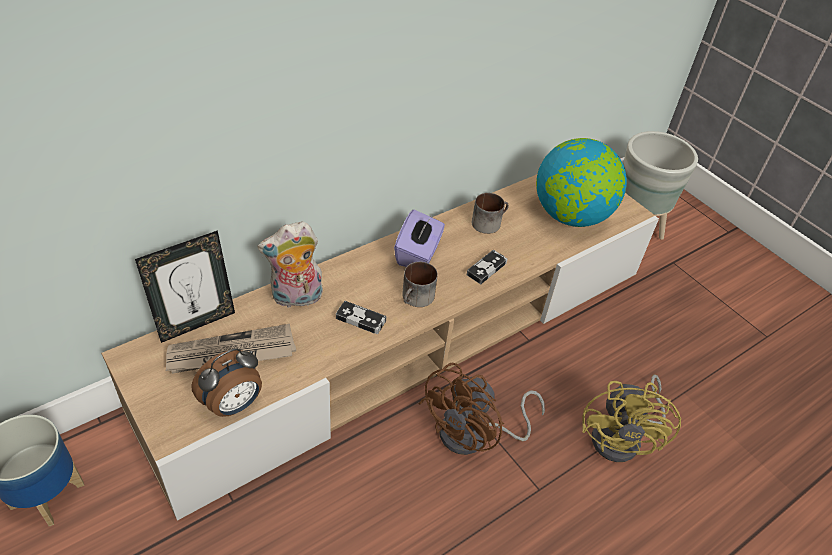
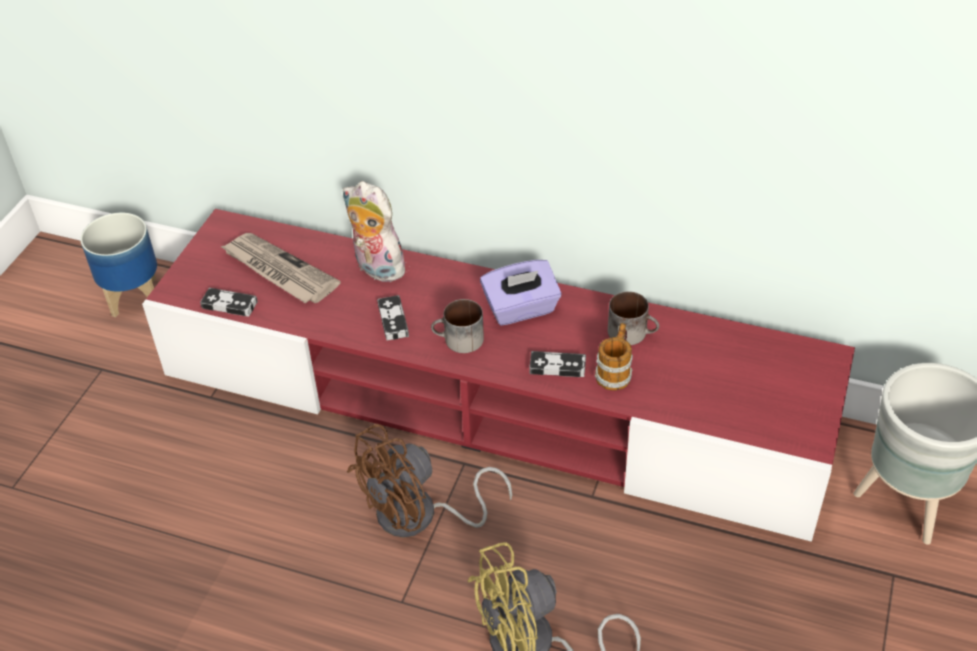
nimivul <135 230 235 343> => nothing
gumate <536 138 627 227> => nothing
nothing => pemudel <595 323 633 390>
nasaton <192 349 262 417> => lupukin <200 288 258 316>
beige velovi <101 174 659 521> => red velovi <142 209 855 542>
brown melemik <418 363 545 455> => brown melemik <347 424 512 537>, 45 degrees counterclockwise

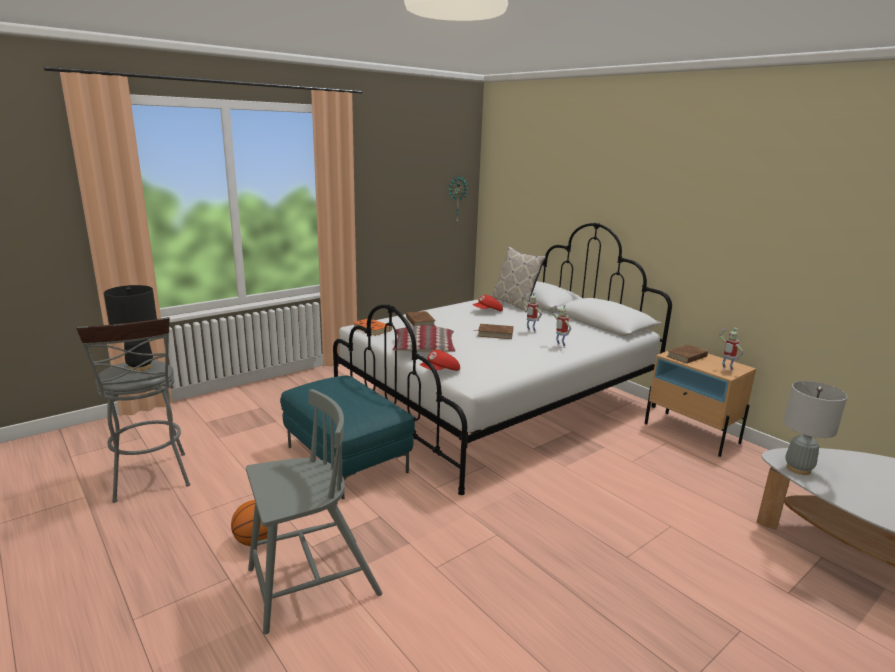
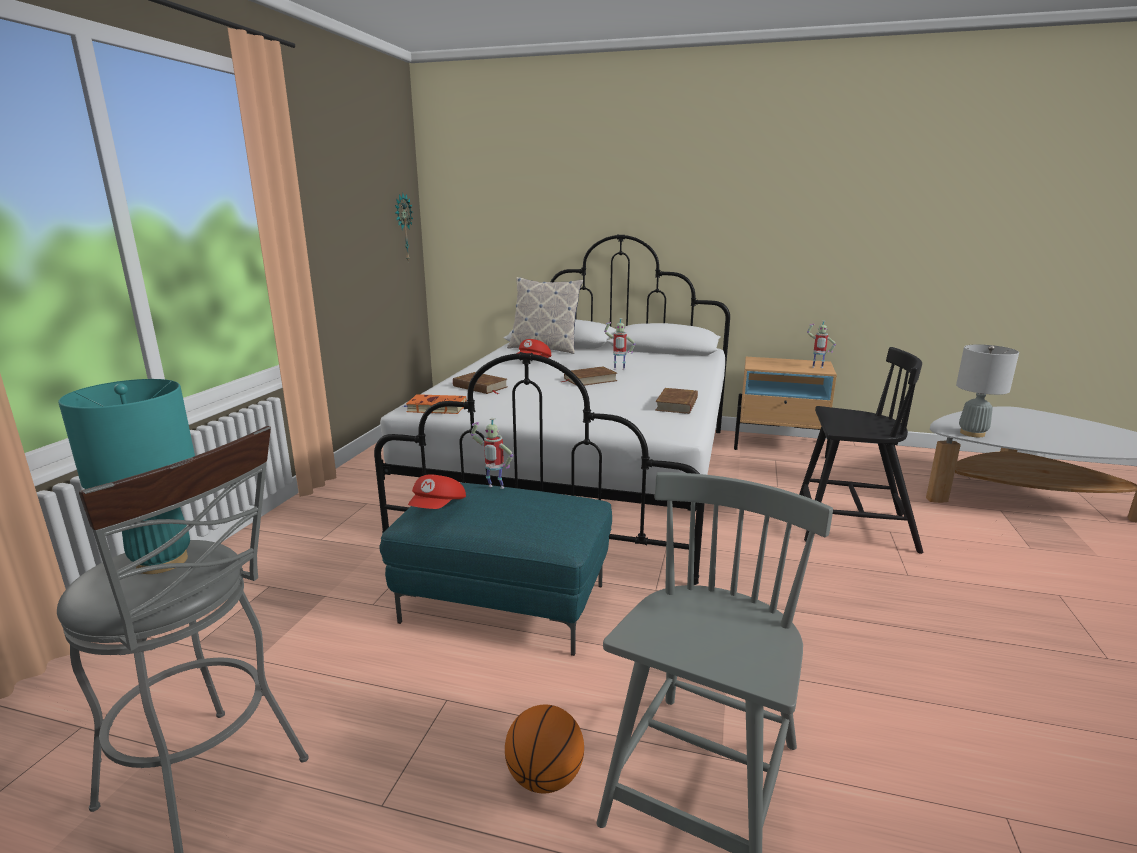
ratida <393 325 456 352> => nothing
nothing => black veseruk <799 347 923 554>
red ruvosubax <420 350 460 371> => red ruvosubax <408 474 466 509>, moved
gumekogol <552 304 571 348> => gumekogol <471 418 513 489>, moved
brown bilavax <666 344 708 364> => brown bilavax <655 388 698 414>, moved
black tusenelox <104 285 157 371> => turquoise tusenelox <58 379 195 574>

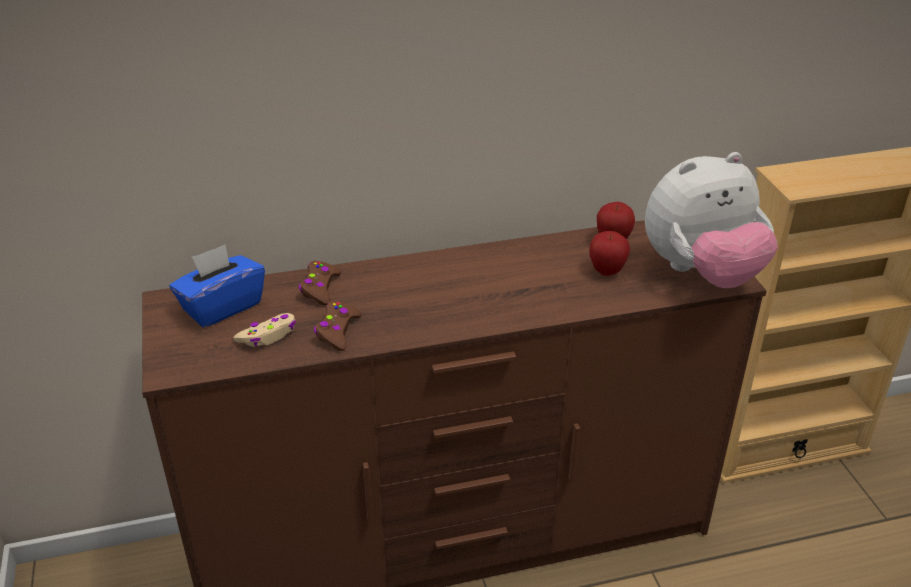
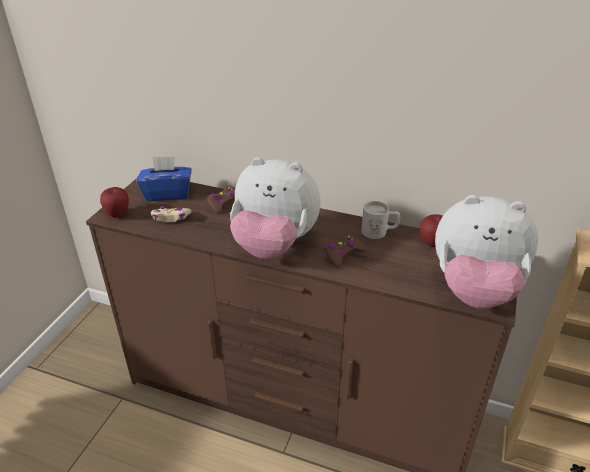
nothing => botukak <230 157 321 259>
nothing => white pemudel <361 201 400 239>
brown lupukin <314 301 362 351> => brown lupukin <325 234 366 268>, moved
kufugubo <589 231 630 276> => kufugubo <100 187 129 218>, moved

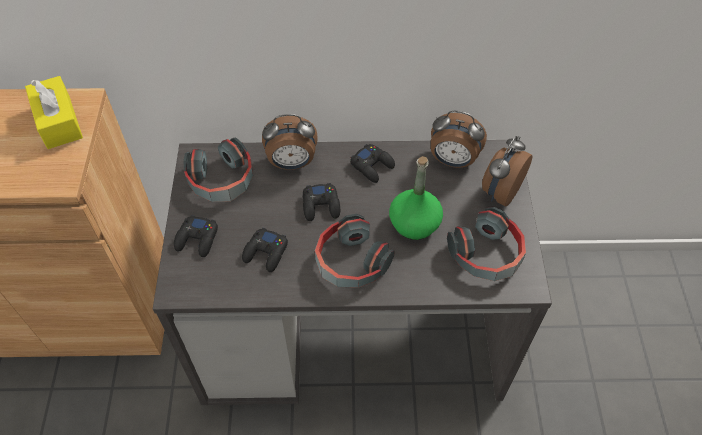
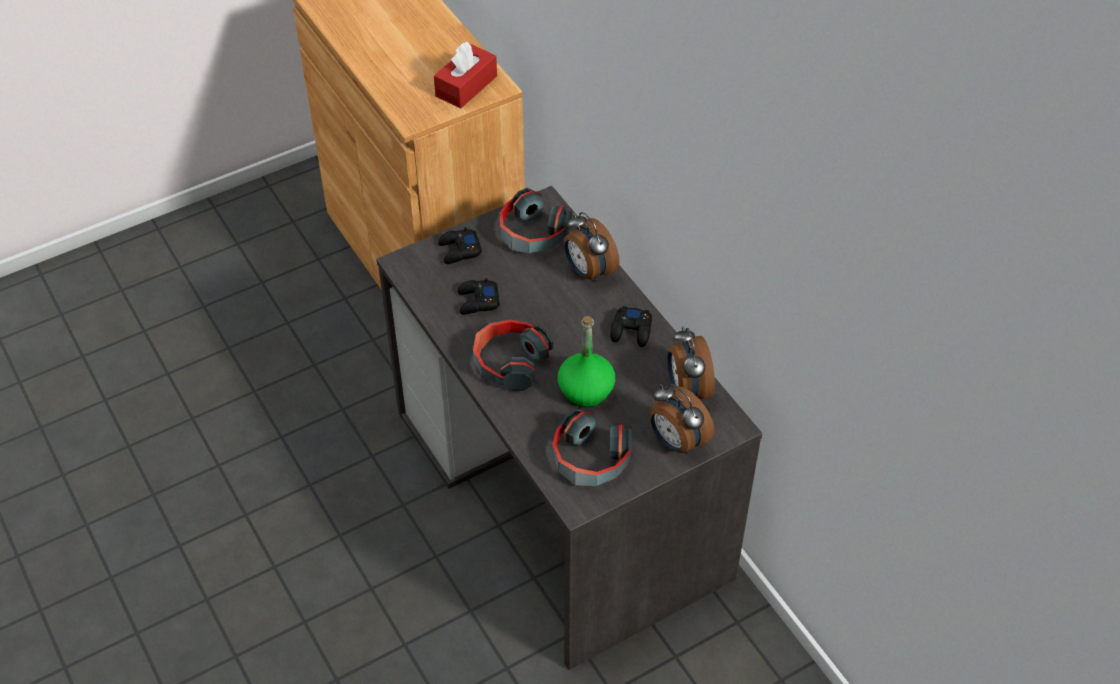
black lupukin <303 183 340 221> => nothing
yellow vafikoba <25 76 83 149> => red vafikoba <434 42 497 108>
nasaton <482 136 533 207> => nasaton <650 384 714 454>, 135 degrees counterclockwise

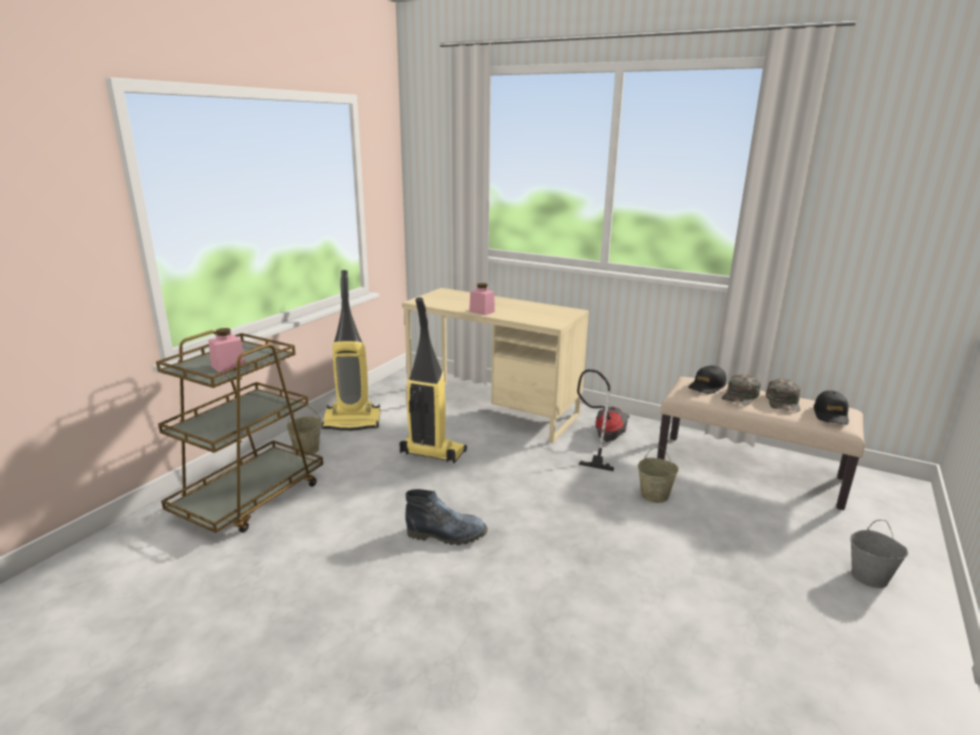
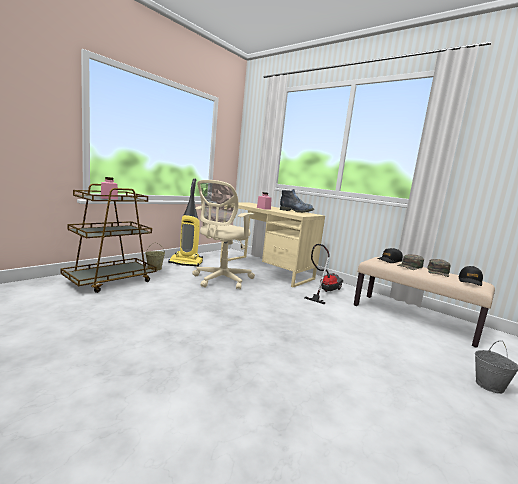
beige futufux <638 447 679 503> => nothing
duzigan <405 489 488 545> => duzigan <280 189 314 213>, moved
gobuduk <399 297 467 464> => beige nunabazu <192 180 255 289>

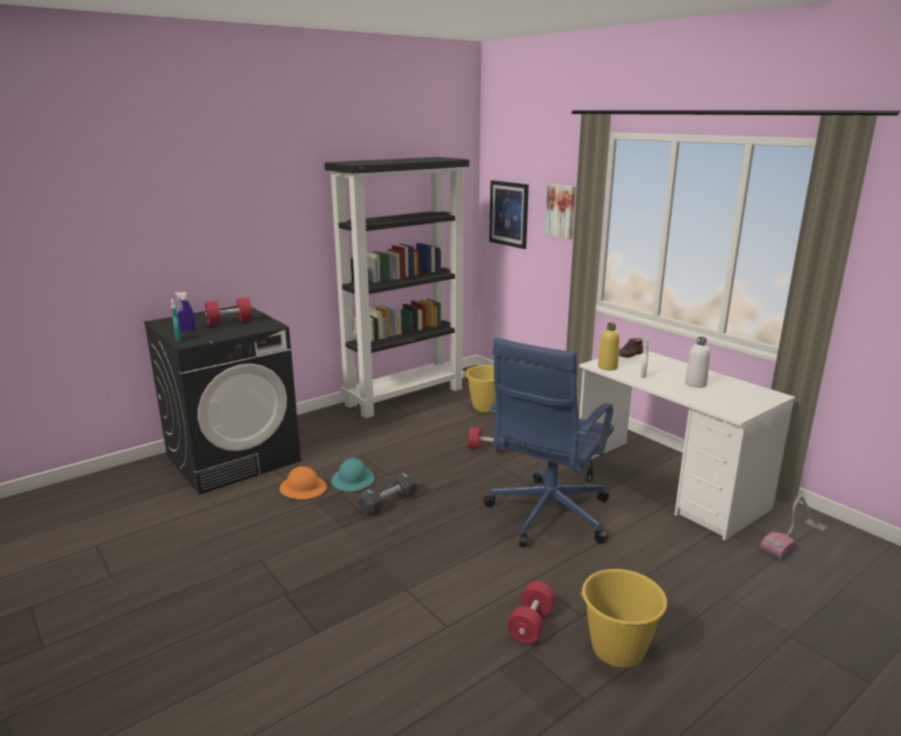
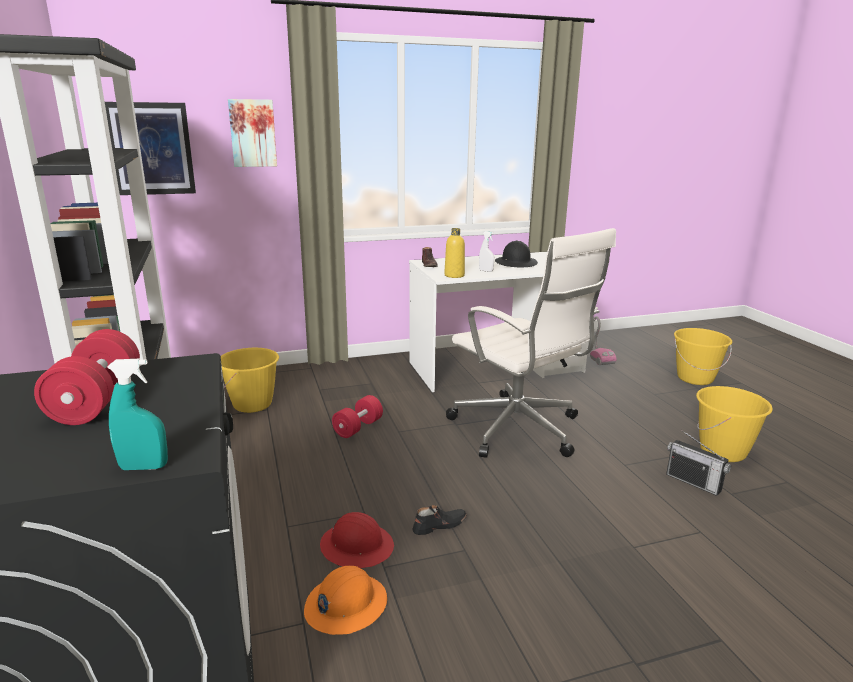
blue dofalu <174 292 195 331> => nothing
nothing => yellow futufux <674 328 732 385>
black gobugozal <358 471 417 516> => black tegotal <413 505 467 535>
red gobugozal <507 581 556 644> => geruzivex <666 430 731 496>
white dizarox <685 337 710 388> => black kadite <495 241 538 267>
turquoise kadite <331 458 375 491> => red kadite <320 512 394 568>
blue nunabazu <484 338 614 547> => white nunabazu <446 228 616 458>

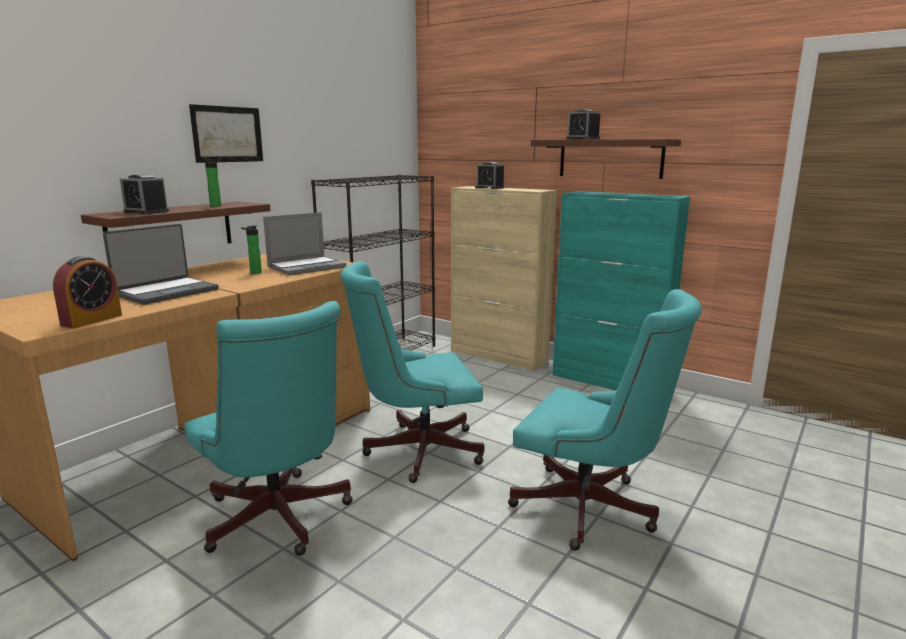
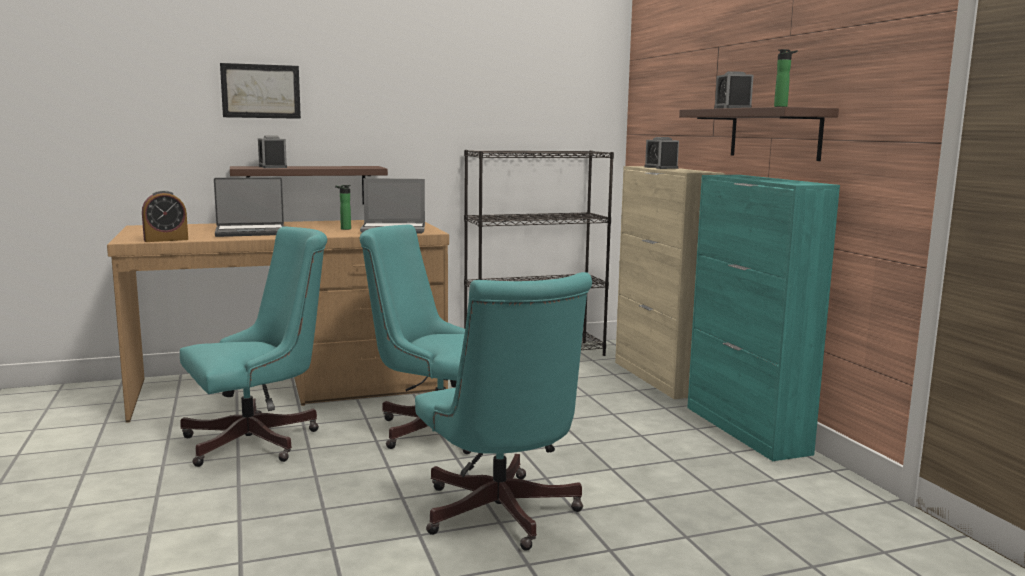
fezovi <189 104 263 163> => fezovi <220 63 301 119>, moved
dizarox <204 159 221 207> => dizarox <774 49 798 107>, moved
turquoise nunabazu <184 301 353 556> => turquoise nunabazu <180 226 327 467>, 120 degrees counterclockwise

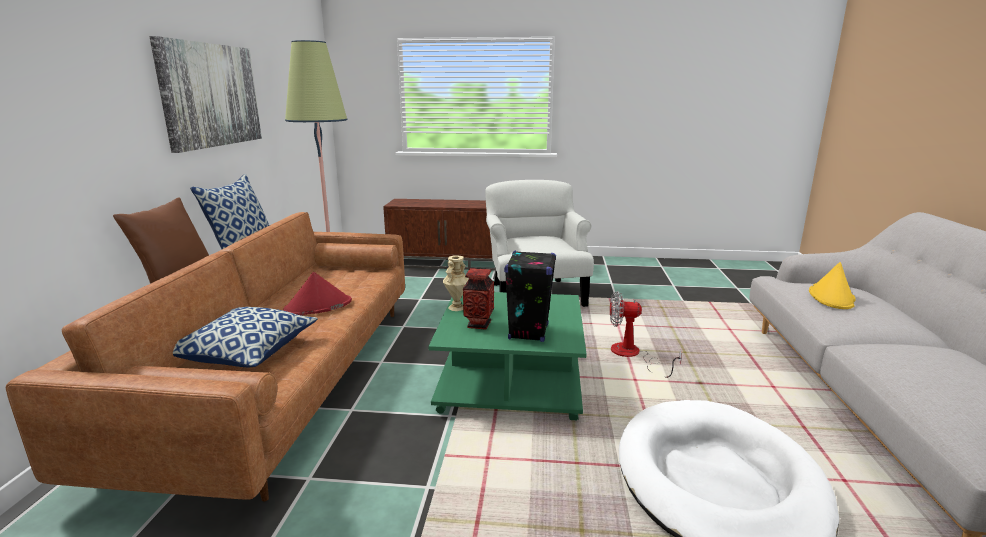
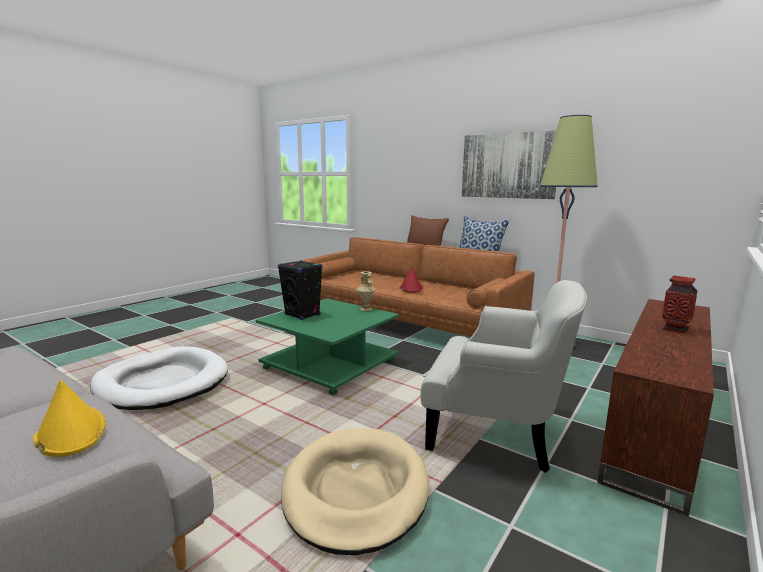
ratida <173 307 318 367> => nothing
melemik <610 291 682 378> => nothing
nothing => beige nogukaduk <281 428 429 555>
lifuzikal <463 268 494 330> => lifuzikal <662 276 698 333>, moved

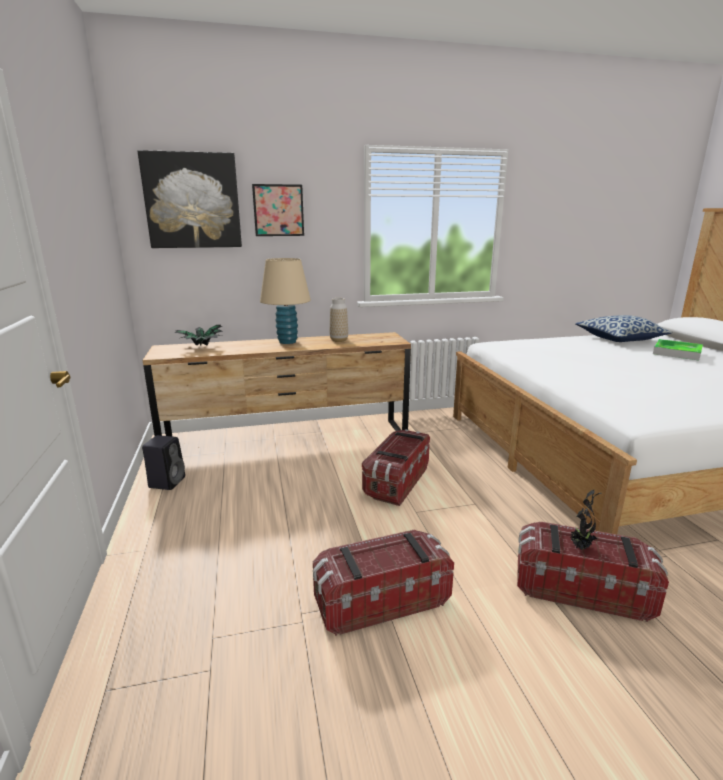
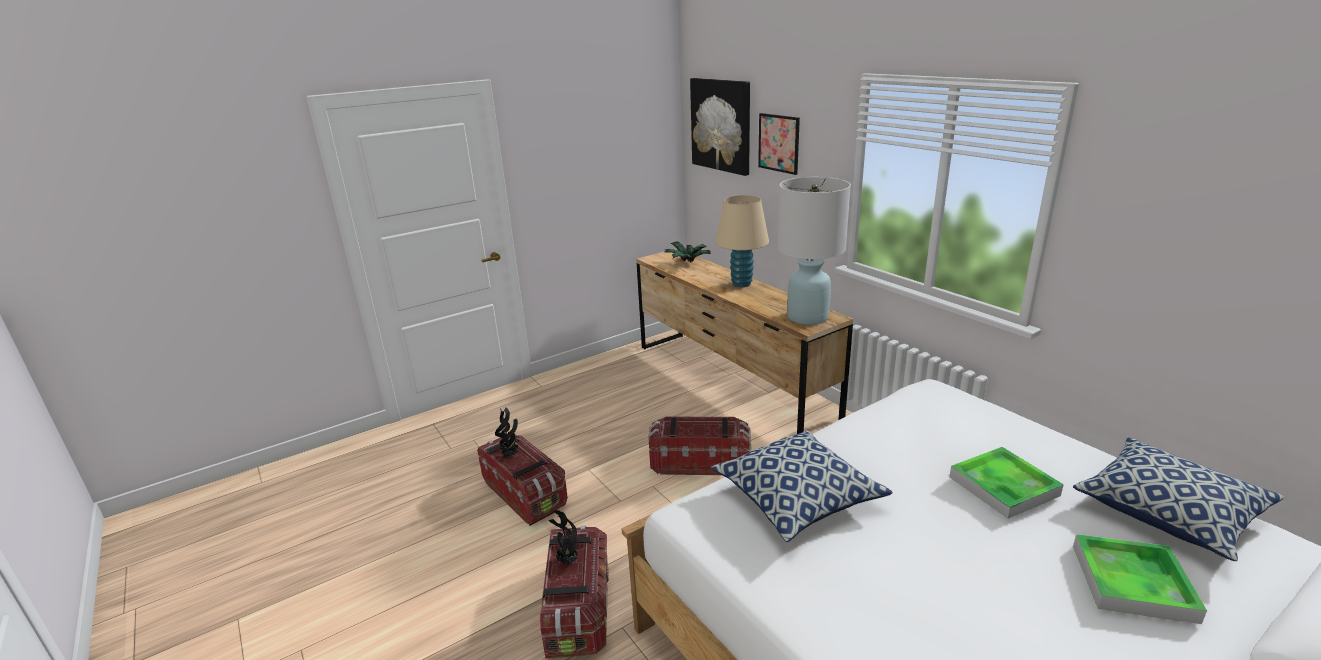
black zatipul <142 435 185 490> => nothing
lifuzikal <330 298 348 342> => nothing
nothing => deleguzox <495 407 518 457>
nothing => ratida <711 430 893 542>
nothing => white tusenelox <777 177 851 325>
nothing => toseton <949 447 1064 519>

